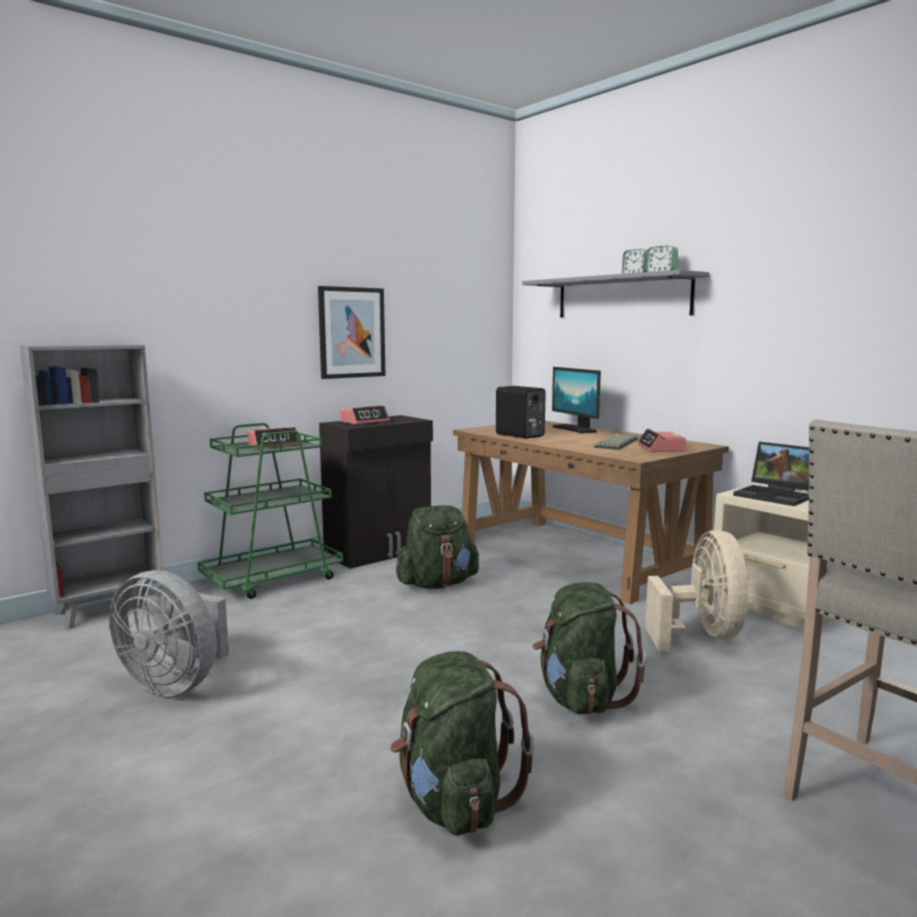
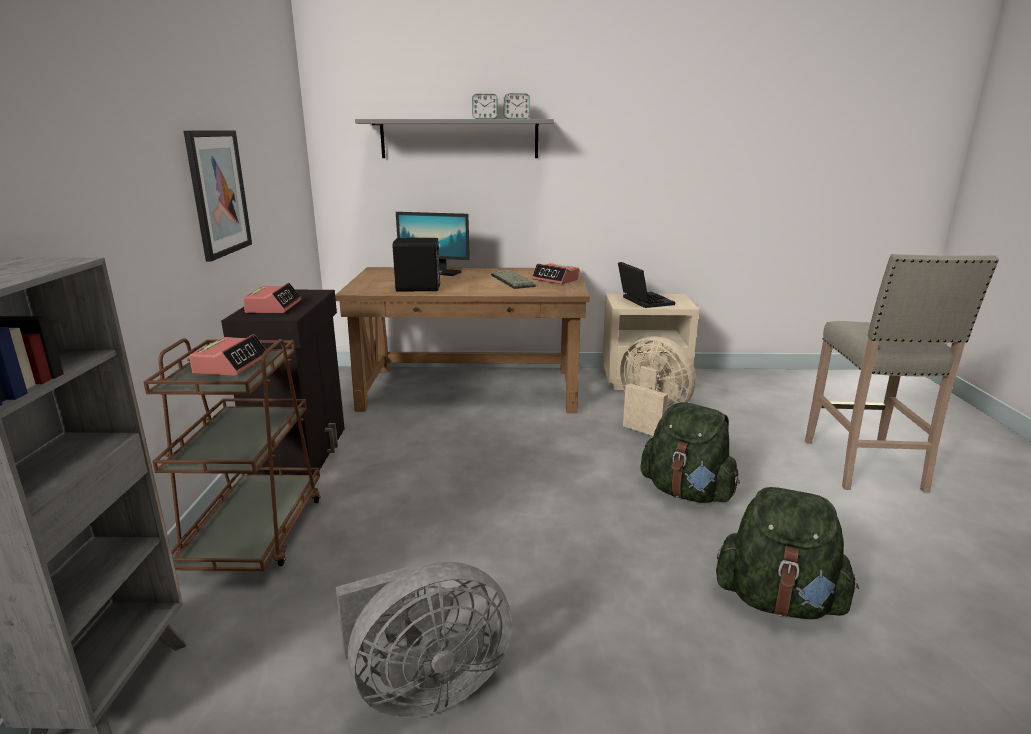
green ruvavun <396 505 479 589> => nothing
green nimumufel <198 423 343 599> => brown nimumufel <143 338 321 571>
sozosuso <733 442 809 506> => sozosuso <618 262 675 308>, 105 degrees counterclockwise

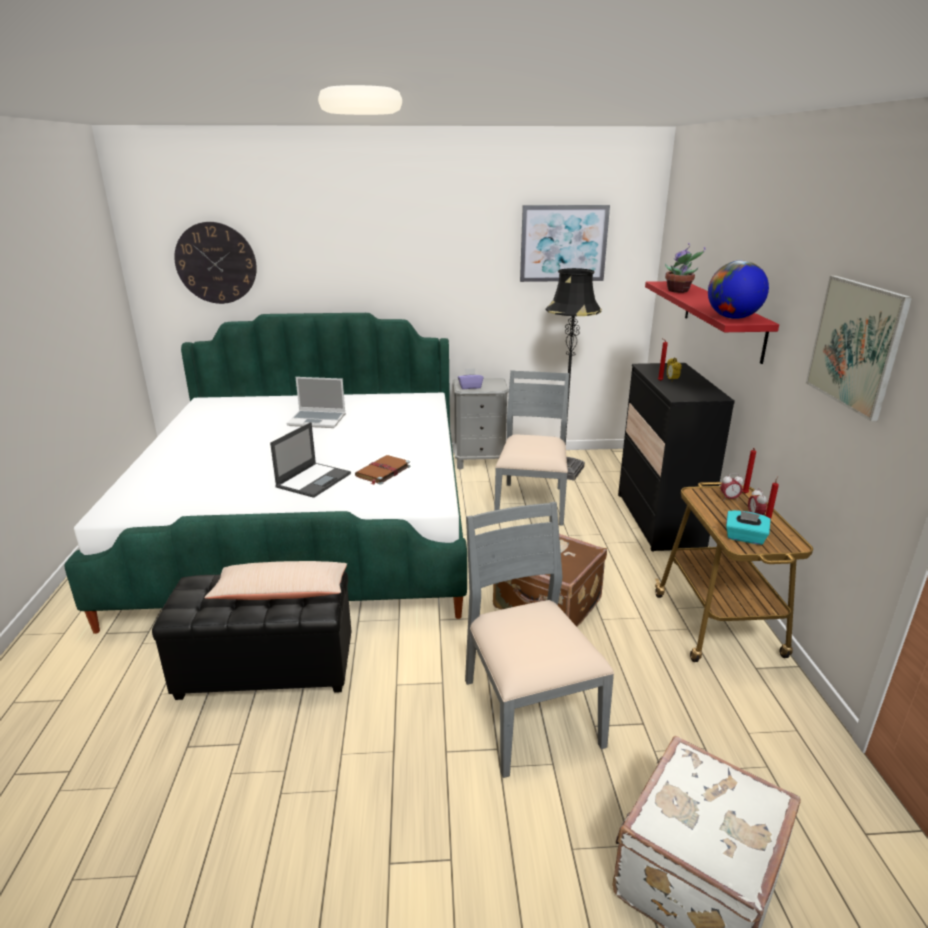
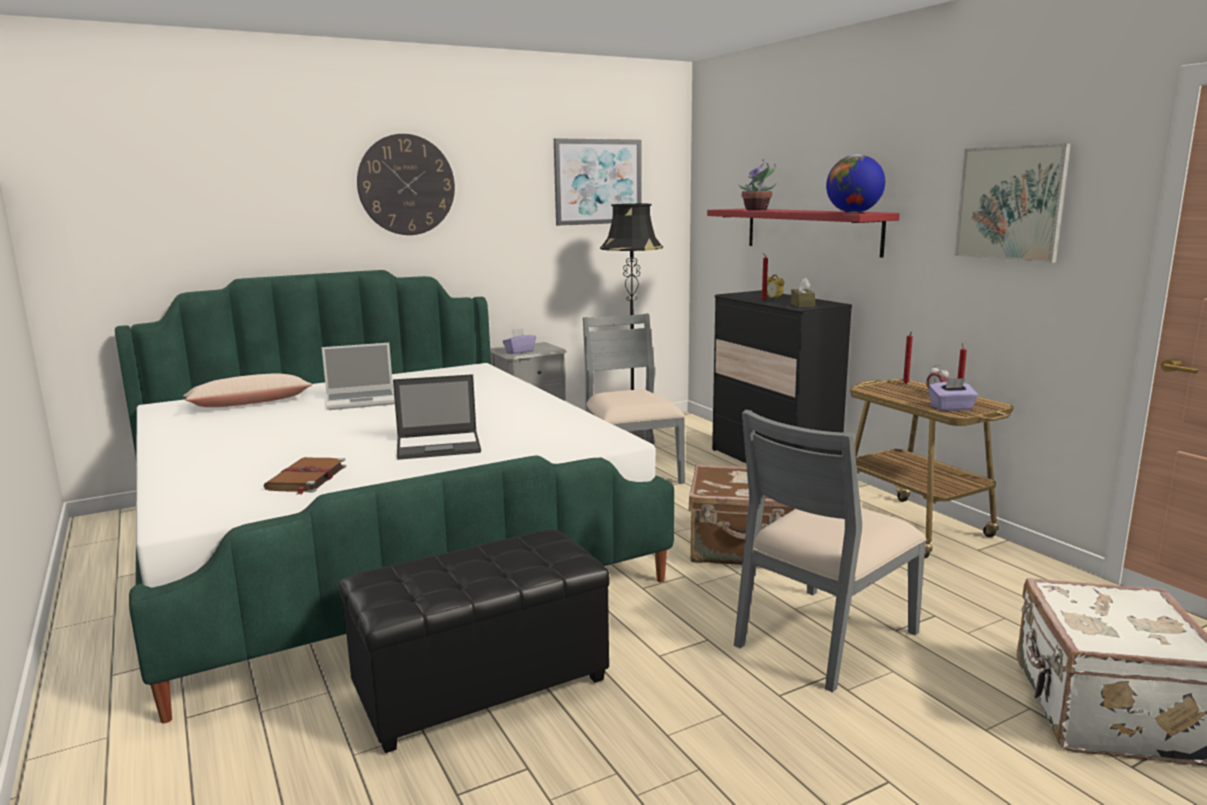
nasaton <721 474 743 501> => nothing
nothing => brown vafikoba <791 278 815 308>
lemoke <174 222 257 304> => lemoke <357 134 455 235>, moved
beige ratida <204 561 347 600> => beige ratida <183 373 313 407>, moved
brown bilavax <355 455 411 485> => brown bilavax <264 457 346 495>, moved
turquoise vafikoba <726 510 771 545> => purple vafikoba <928 378 978 411>
sozosuso <270 422 351 498> => sozosuso <393 374 481 460>, 75 degrees clockwise
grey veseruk <465 502 614 778> => grey veseruk <734 410 926 692>, 90 degrees counterclockwise

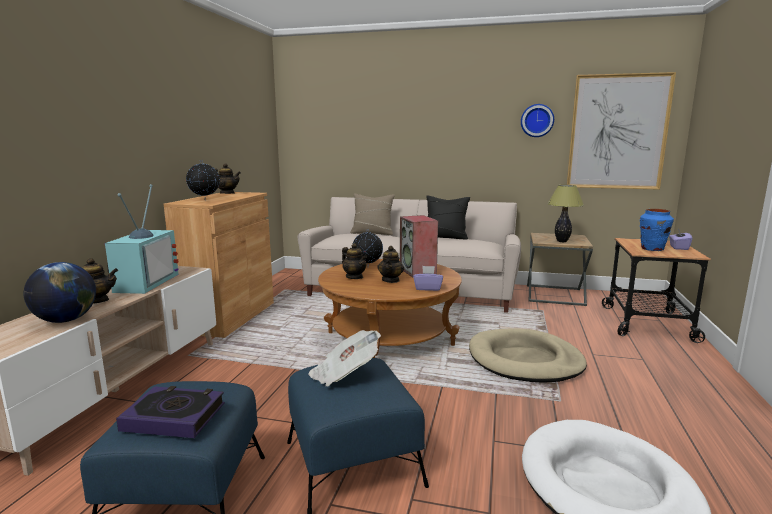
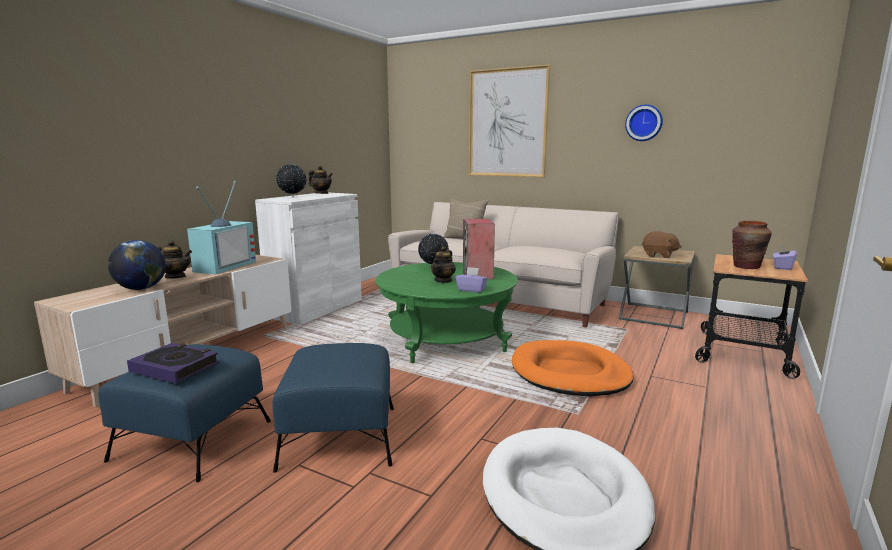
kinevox <308 330 381 387> => nothing
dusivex <342 243 367 279> => nothing
black ratida <426 195 470 240> => nothing
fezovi <567 72 676 190> => fezovi <469 65 550 177>, moved
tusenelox <547 185 584 242> => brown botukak <642 231 682 258>
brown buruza <164 192 274 338> => white buruza <255 193 362 325>
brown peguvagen <318 259 462 358> => green peguvagen <376 262 518 363>
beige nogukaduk <469 328 587 383> => orange nogukaduk <512 340 634 397>
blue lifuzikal <640 209 674 251> => brown lifuzikal <732 221 772 269>

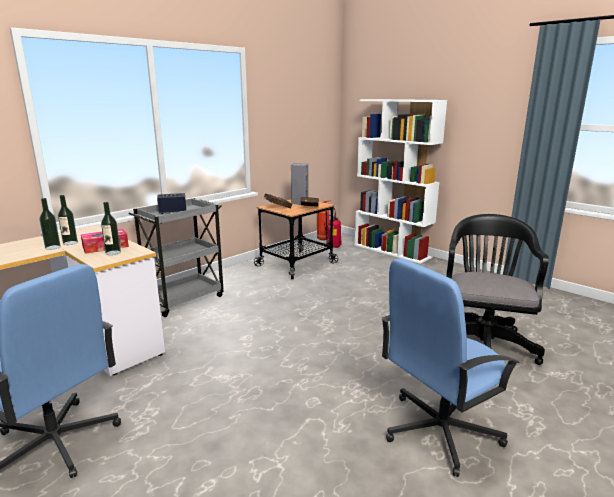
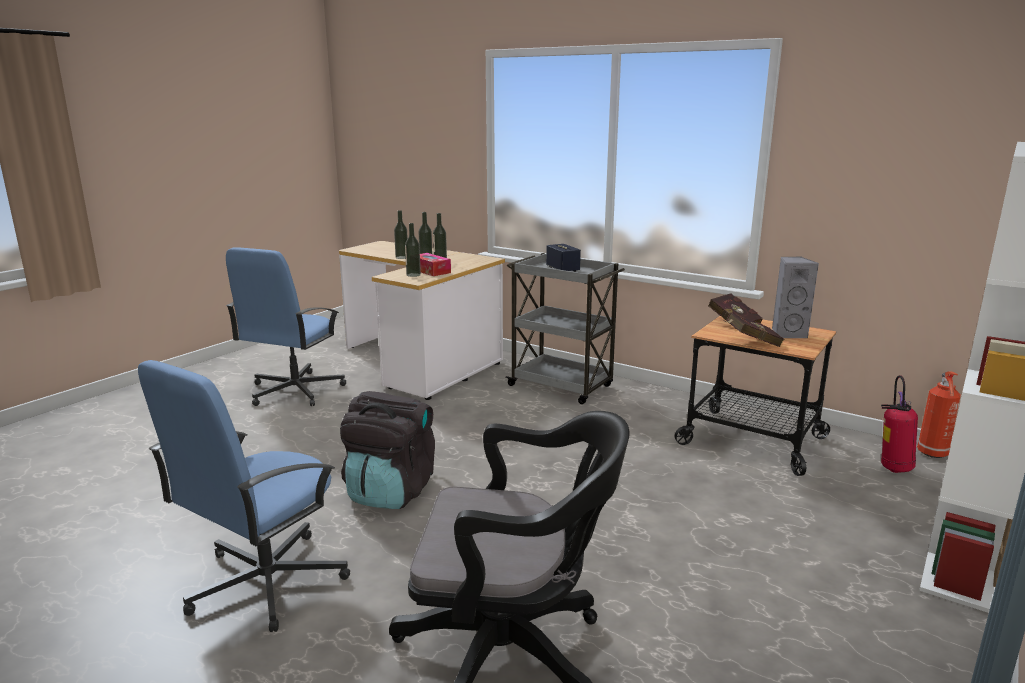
nothing => black ruvavun <340 391 435 509>
nothing => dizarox <394 210 408 259>
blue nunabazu <381 258 520 477> => blue nunabazu <138 360 350 632>, 105 degrees counterclockwise

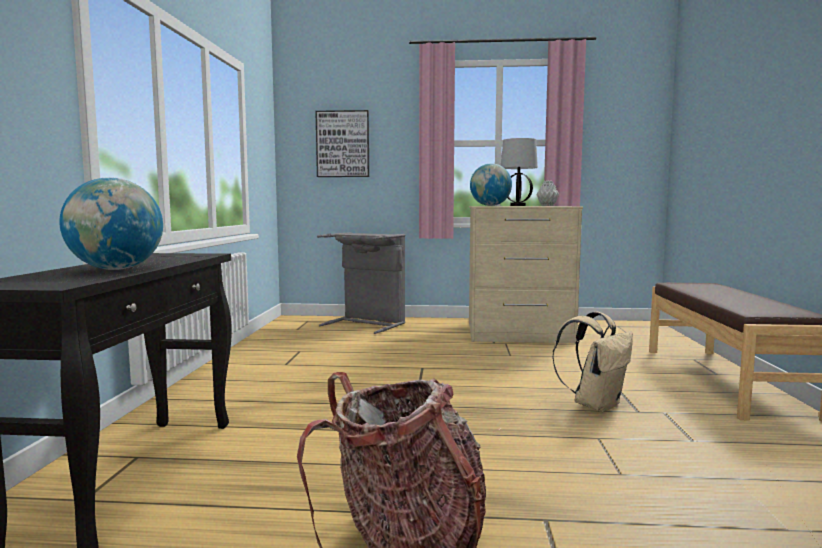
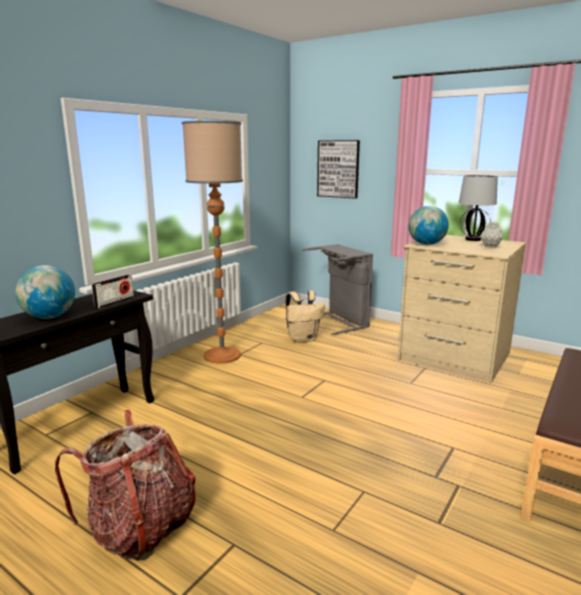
nothing => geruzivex <91 275 134 309>
nothing => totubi <182 121 243 364>
beige ruvavun <552 312 633 412> => beige ruvavun <286 290 325 343>, moved

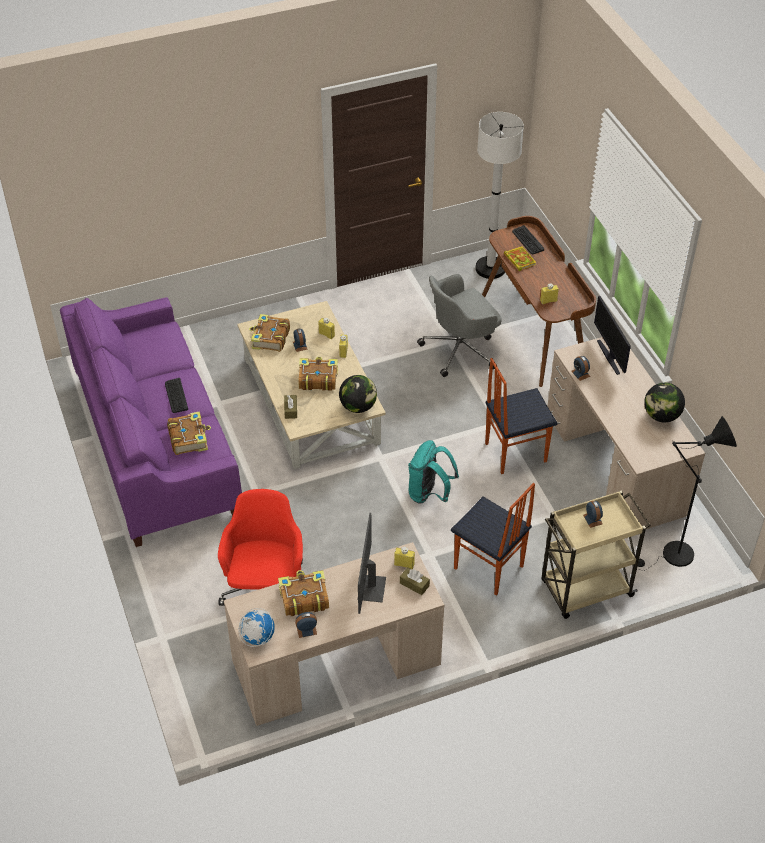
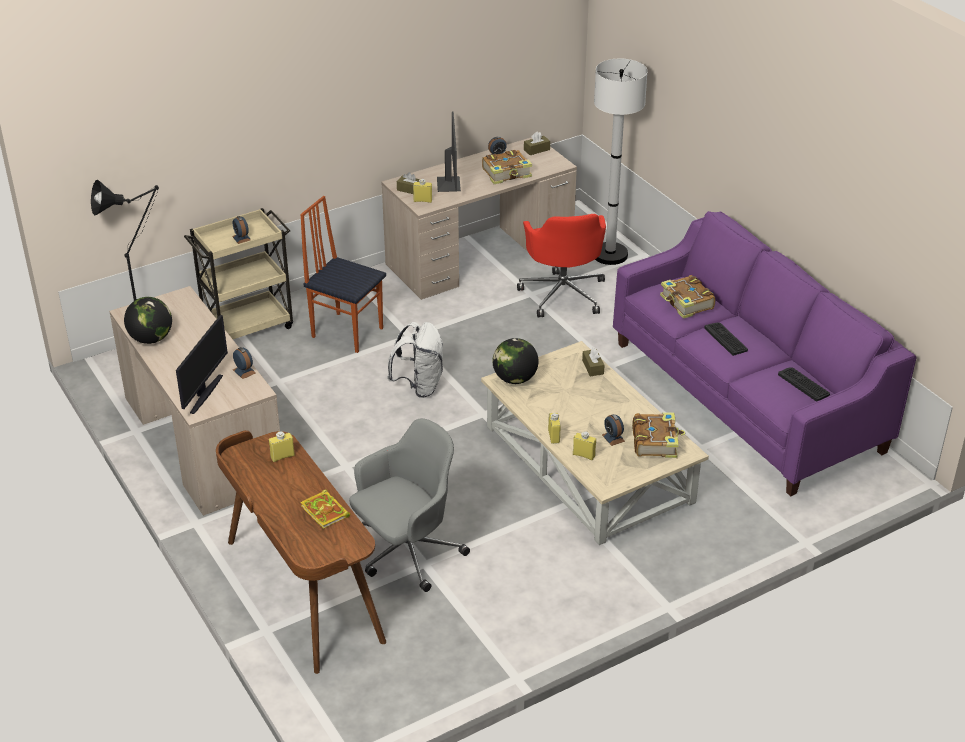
bilavax <298 356 338 391> => nothing
veseruk <485 358 557 474> => nothing
white totubi <475 112 524 279> => white totubi <594 59 648 265>, moved
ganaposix <512 225 544 254> => ganaposix <778 367 830 402>, moved
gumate <238 608 274 647> => brown vafikoba <524 131 550 155>
turquoise ruvavun <408 440 459 504> => white ruvavun <387 322 444 398>
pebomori <594 296 631 375> => pebomori <176 315 228 414>, 45 degrees clockwise

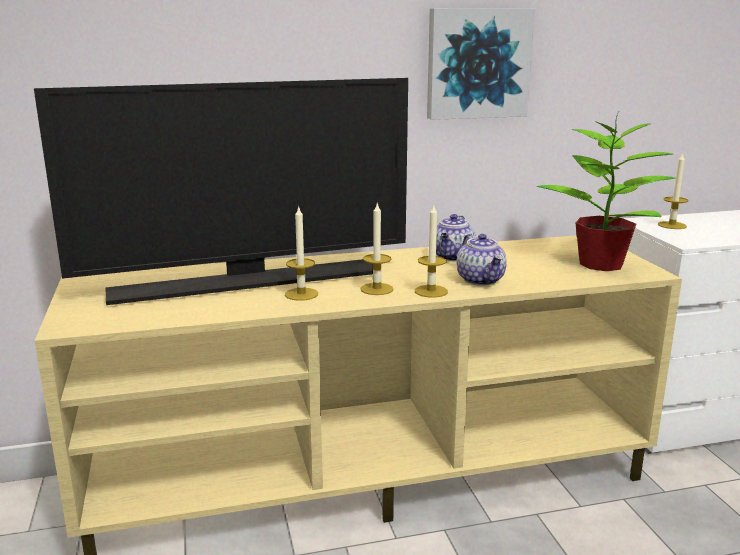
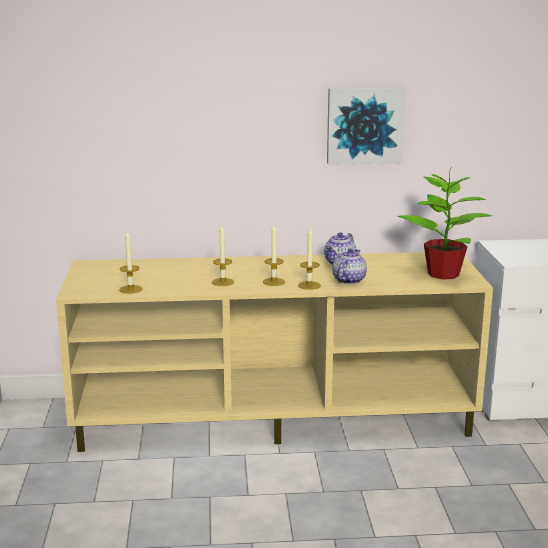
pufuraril <34 78 408 305> => nothing
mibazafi <658 152 688 229> => mibazafi <119 230 142 294>, moved
dusivex <457 234 507 286> => dusivex <332 248 367 284>, 150 degrees counterclockwise

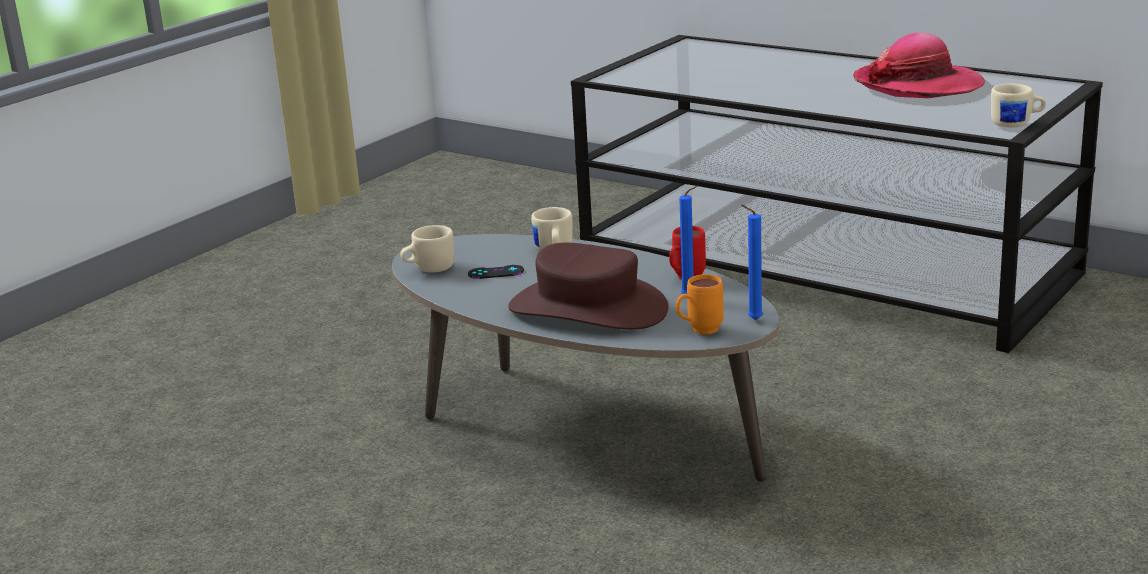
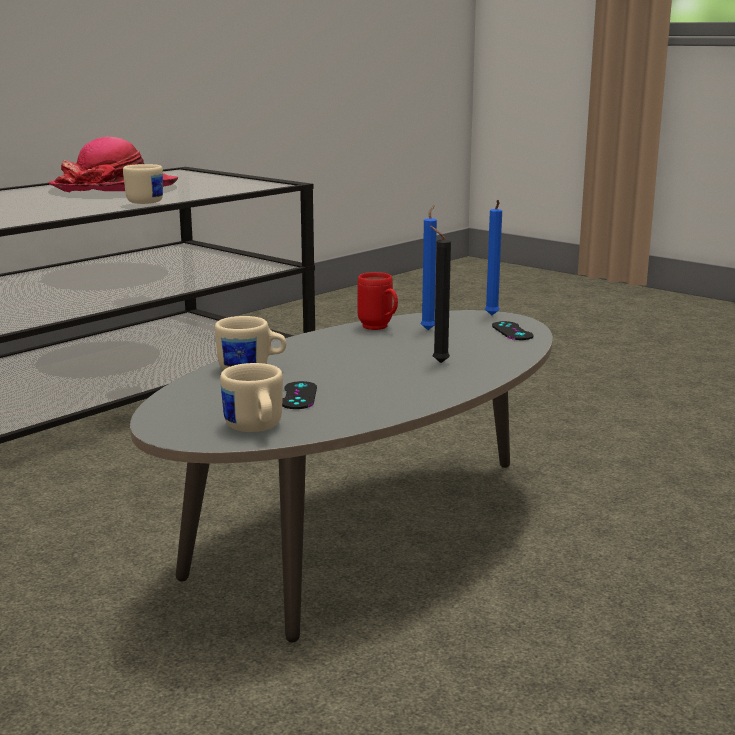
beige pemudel <991 84 1046 128> => beige pemudel <123 164 163 204>, moved
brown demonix <508 243 668 330> => black mibazafi <430 226 451 363>
orange pemudel <676 274 724 334> => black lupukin <492 321 534 340>

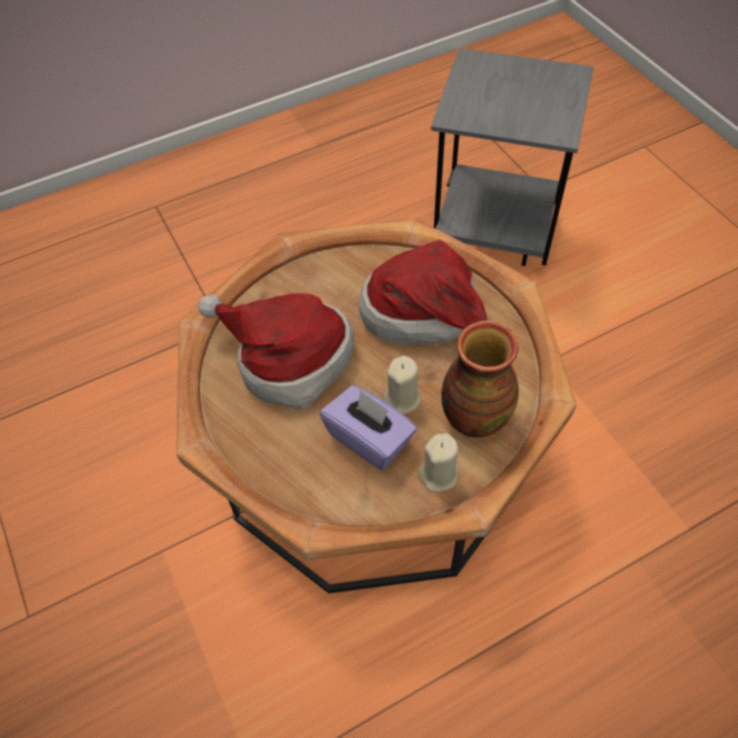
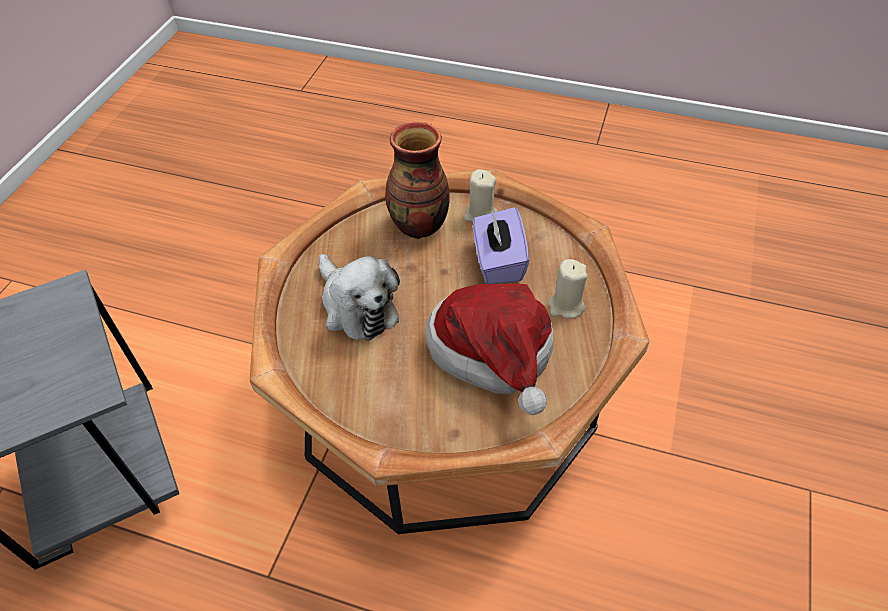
beige mibazafi <383 356 420 414> => beige mibazafi <548 259 588 319>, moved
demonix <359 240 499 344> => botukak <319 254 400 341>

